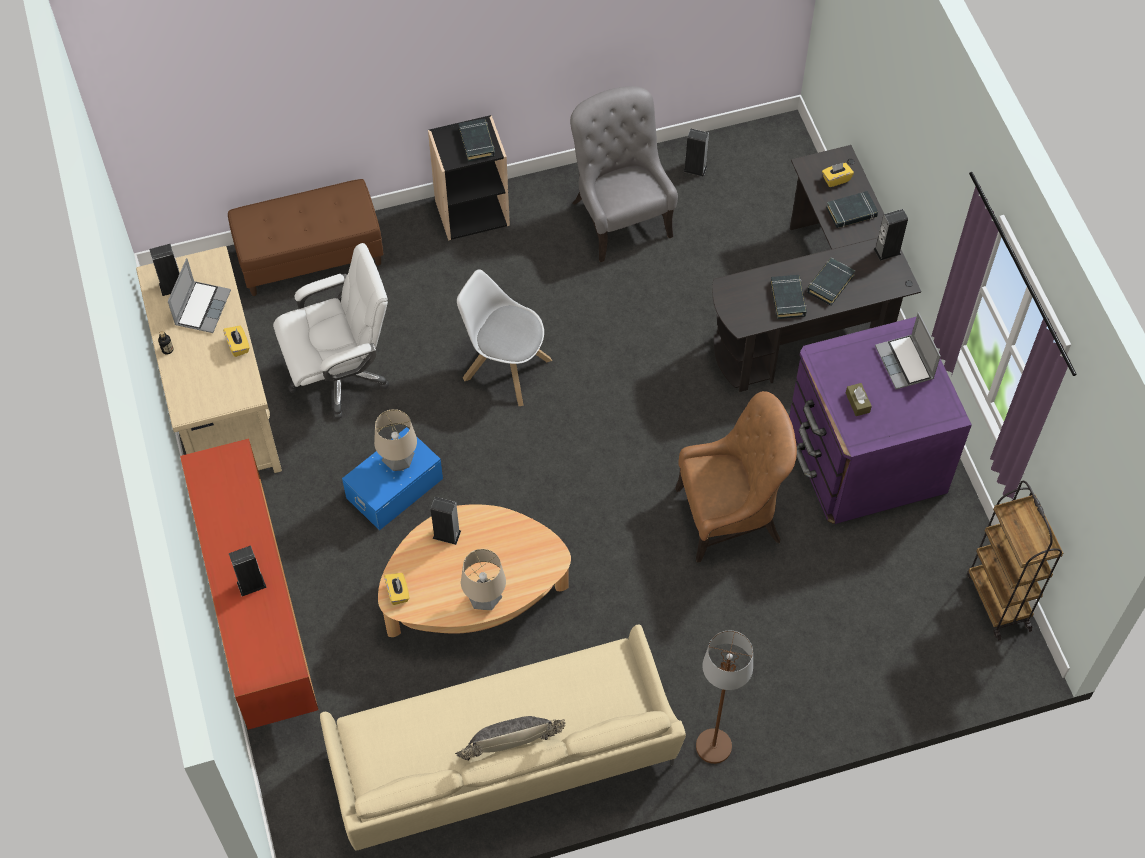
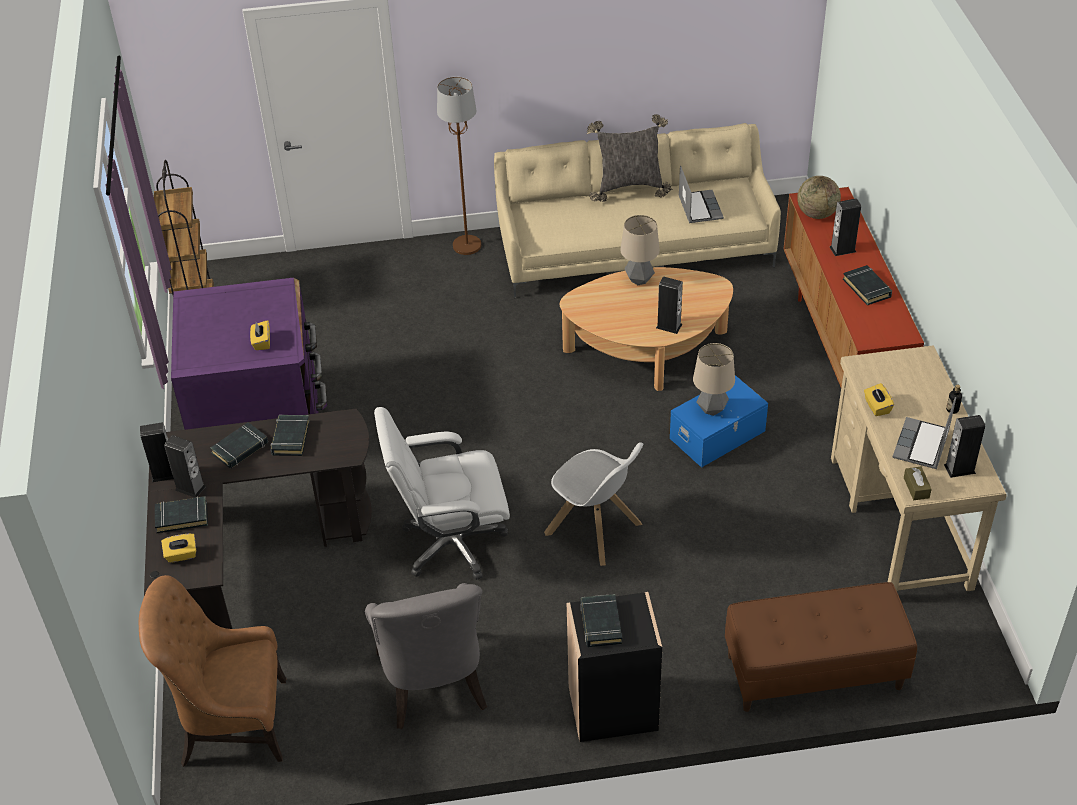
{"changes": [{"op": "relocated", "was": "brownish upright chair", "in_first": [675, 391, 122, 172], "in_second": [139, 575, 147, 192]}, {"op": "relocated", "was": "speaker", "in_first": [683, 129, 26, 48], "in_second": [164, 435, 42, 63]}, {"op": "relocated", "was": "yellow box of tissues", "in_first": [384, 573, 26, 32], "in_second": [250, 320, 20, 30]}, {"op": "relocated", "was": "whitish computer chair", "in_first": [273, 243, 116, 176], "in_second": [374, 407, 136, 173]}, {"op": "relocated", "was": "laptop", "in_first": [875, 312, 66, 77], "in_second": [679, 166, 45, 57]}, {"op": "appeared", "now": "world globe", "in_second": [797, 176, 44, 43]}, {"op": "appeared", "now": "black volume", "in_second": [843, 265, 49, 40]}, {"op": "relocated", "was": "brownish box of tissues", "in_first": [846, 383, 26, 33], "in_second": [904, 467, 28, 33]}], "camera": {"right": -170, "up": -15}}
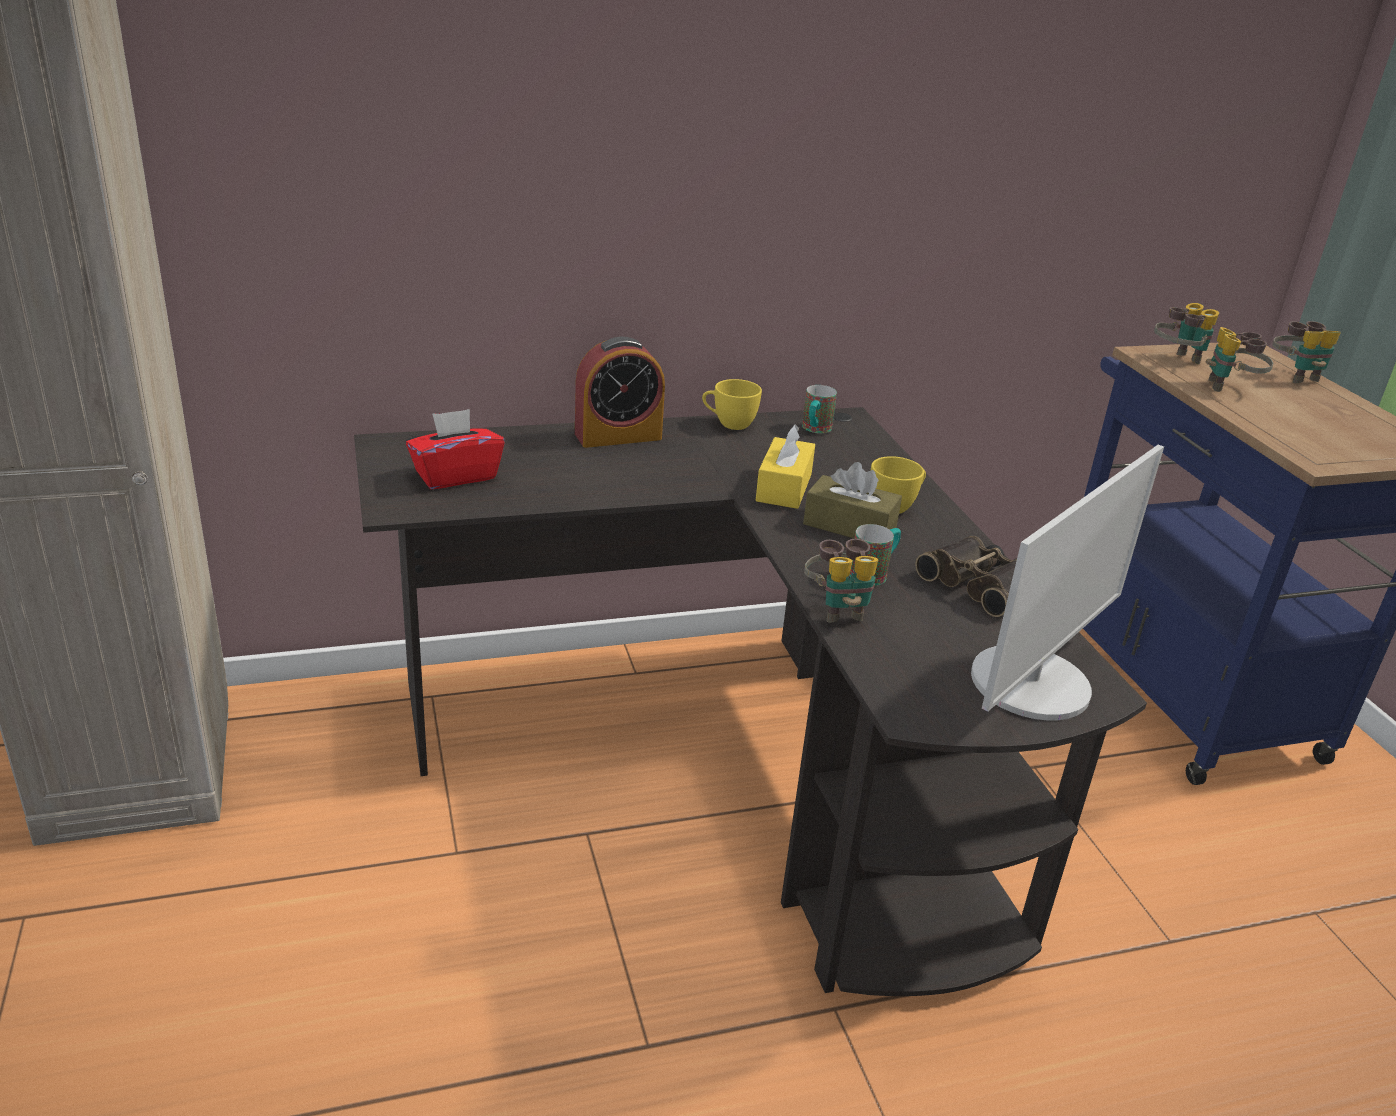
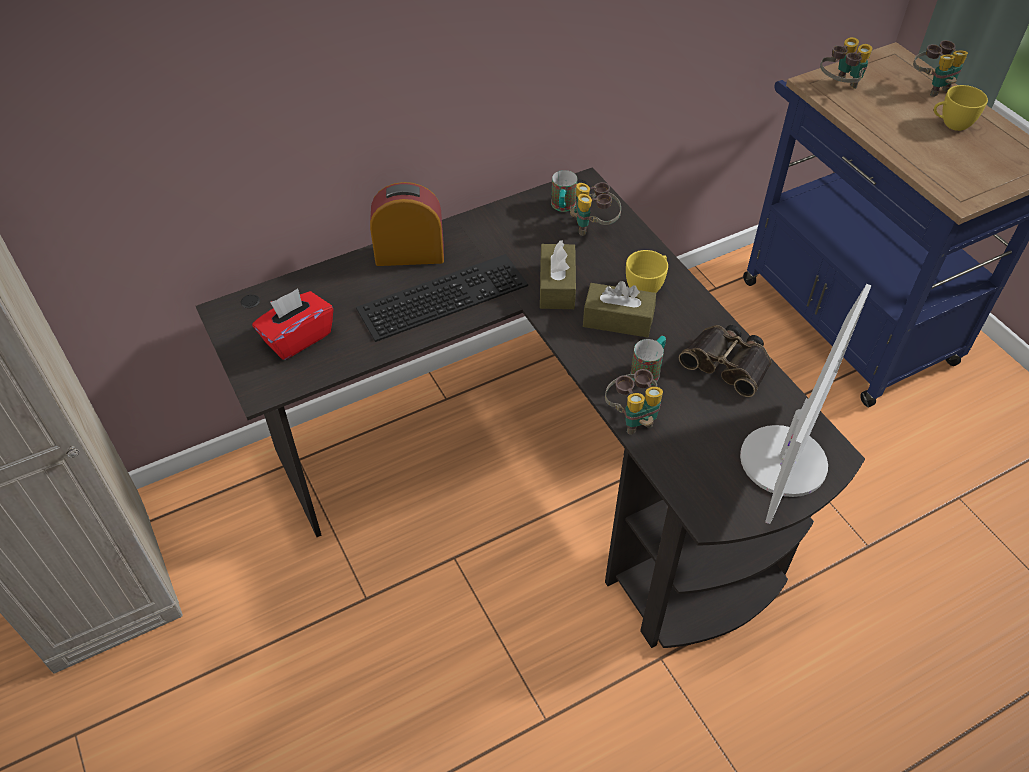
{"changes": [{"op": "appeared", "now": "computer keyboard", "in_second": [356, 254, 172, 88]}, {"op": "spun", "was": "table clock", "in_first": [575, 337, 90, 111], "in_second": [370, 182, 74, 84], "clockwise": -150}, {"op": "colour", "was": "yellow box of tissues", "now": "brownish box of tissues", "in_first": [756, 425, 59, 84], "in_second": [540, 240, 36, 69]}, {"op": "relocated", "was": "pair of binoculars", "in_first": [1206, 327, 67, 65], "in_second": [570, 182, 51, 54]}, {"op": "relocated", "was": "yellow cup", "in_first": [702, 379, 60, 51], "in_second": [934, 85, 54, 46]}], "camera": {"right": -10, "up": 20}}
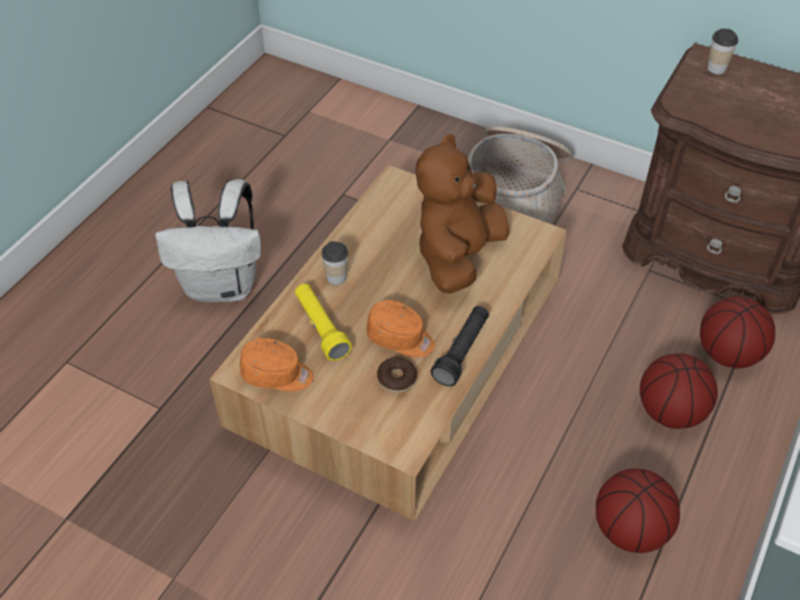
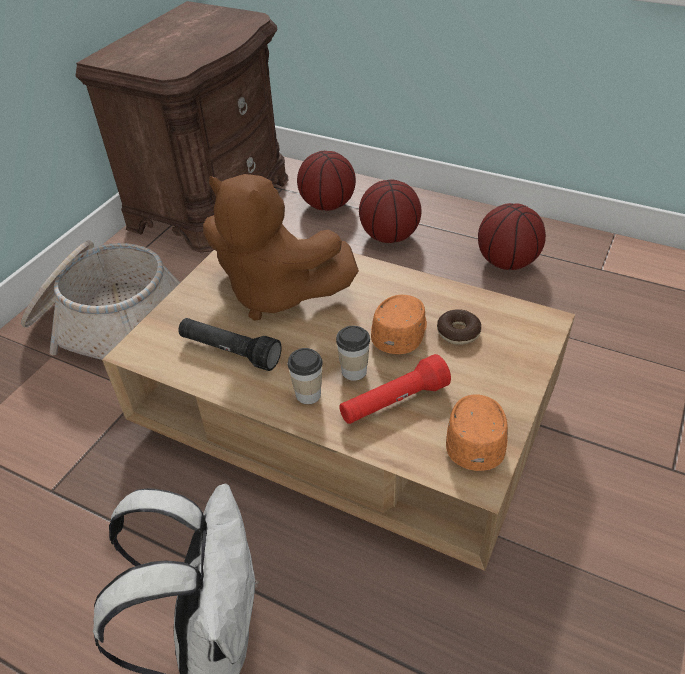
{"changes": [{"op": "relocated", "was": "black torch", "in_first": [431, 306, 58, 80], "in_second": [178, 318, 104, 53]}, {"op": "relocated", "was": "cup", "in_first": [707, 29, 31, 45], "in_second": [336, 326, 34, 55]}, {"op": "colour", "was": "yellow torch", "now": "red-coloured torch", "in_first": [295, 284, 57, 77], "in_second": [339, 354, 112, 70]}], "camera": {"right": -90, "up": -5}}
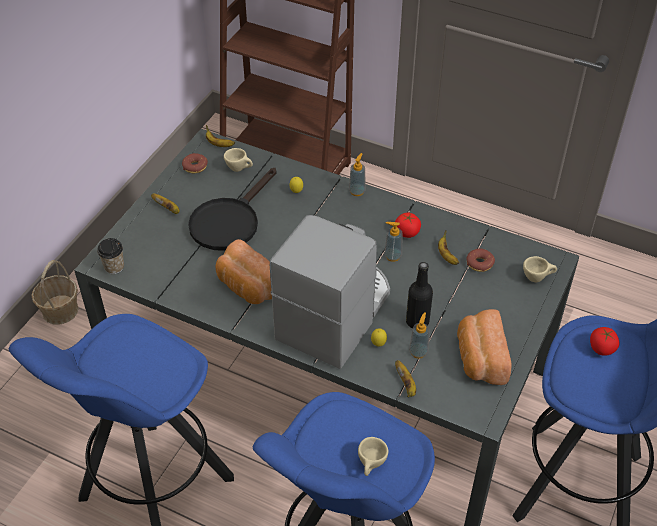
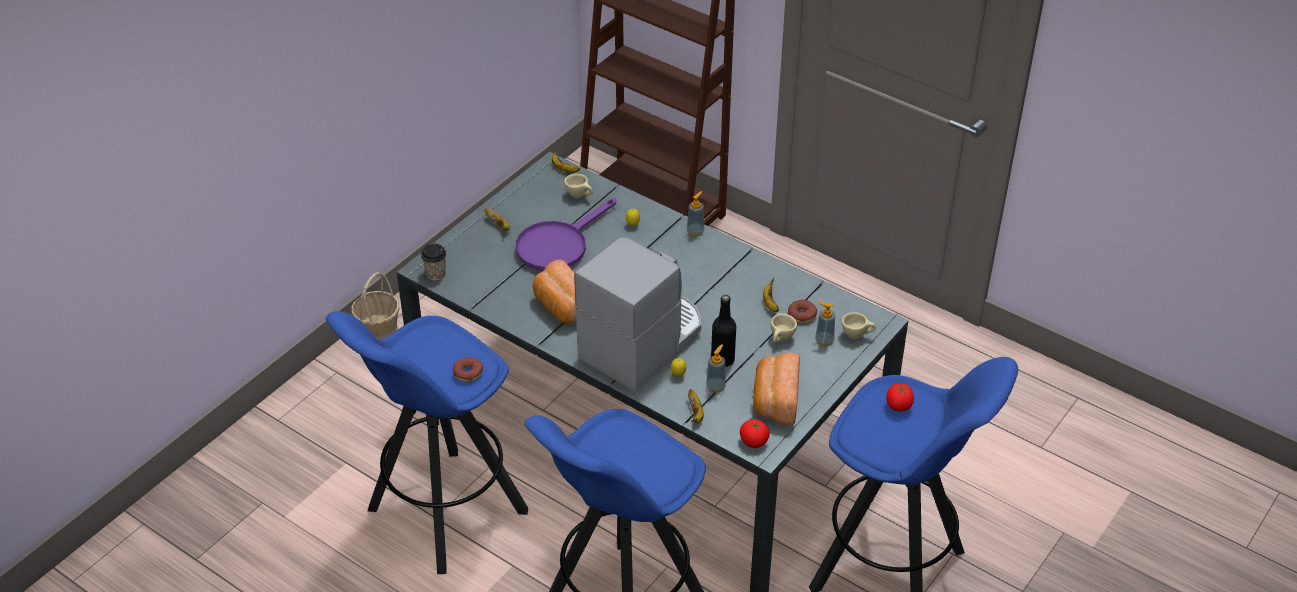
{"changes": [{"op": "relocated", "was": "donut", "in_first": [182, 153, 26, 21], "in_second": [453, 357, 30, 24]}, {"op": "colour", "was": "black skillet", "now": "purplish skillet", "in_first": [188, 168, 89, 83], "in_second": [516, 198, 100, 73]}, {"op": "relocated", "was": "tomato", "in_first": [395, 212, 26, 26], "in_second": [740, 419, 30, 29]}, {"op": "relocated", "was": "sand-coloured cup", "in_first": [358, 437, 30, 39], "in_second": [771, 314, 26, 29]}, {"op": "relocated", "was": "liquid soap bottle", "in_first": [384, 222, 18, 40], "in_second": [815, 302, 20, 44]}], "camera": {"right": 10, "up": -5}}
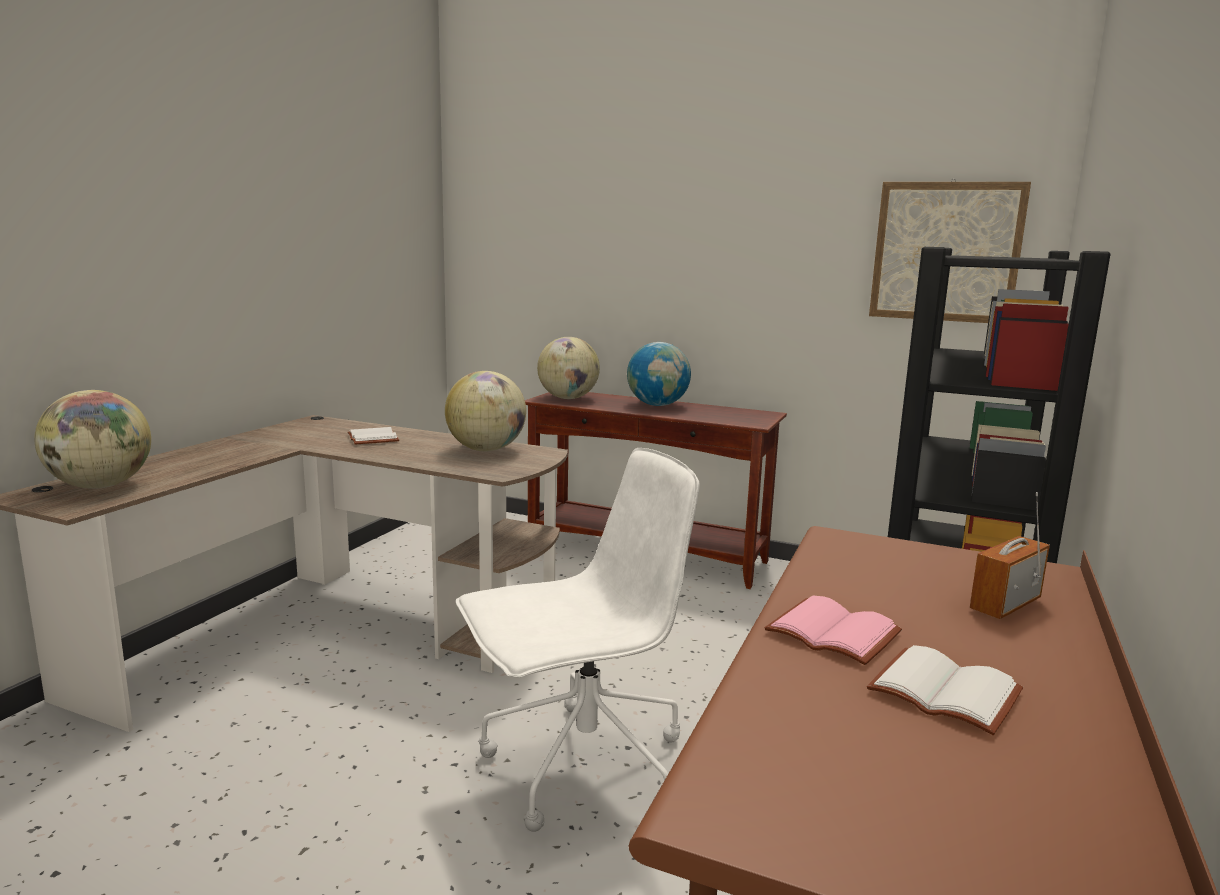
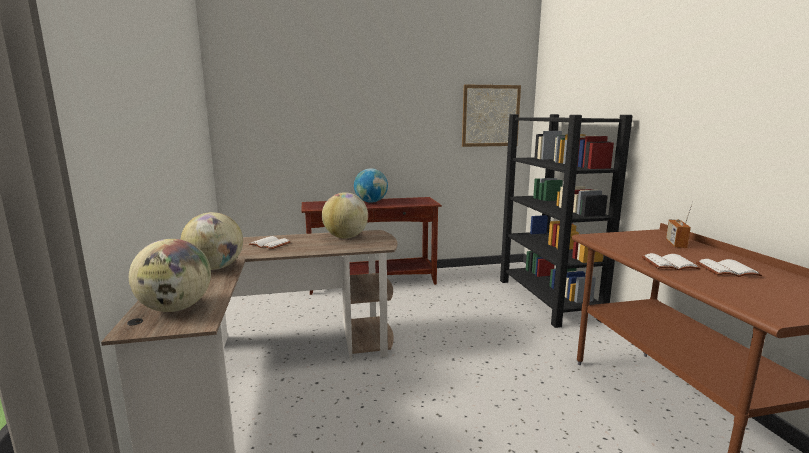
{"changes": [{"op": "relocated", "was": "world globe", "in_first": [537, 337, 63, 62], "in_second": [180, 212, 63, 58]}, {"op": "colour", "was": "pink volume", "now": "whitish volume", "in_first": [764, 595, 138, 70], "in_second": [641, 253, 60, 17]}, {"op": "missing", "was": "whitish computer chair", "in_first": [456, 448, 244, 384]}], "camera": {"right": -35, "up": 0}}
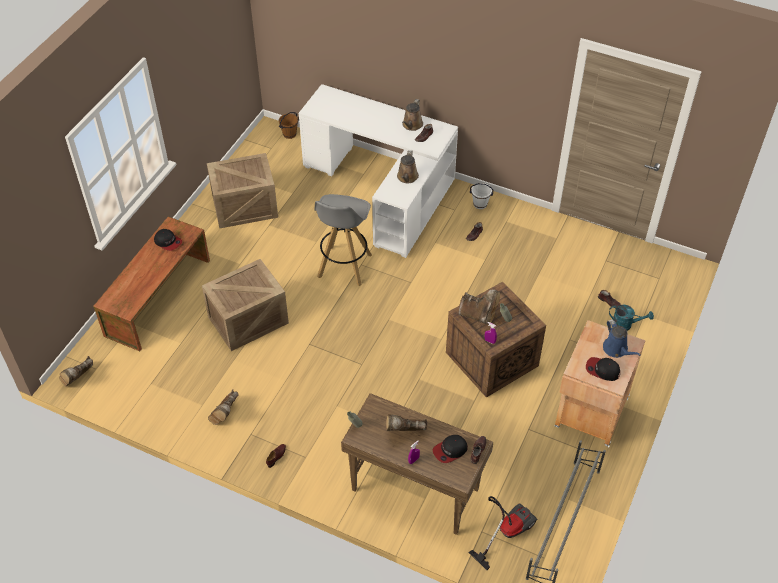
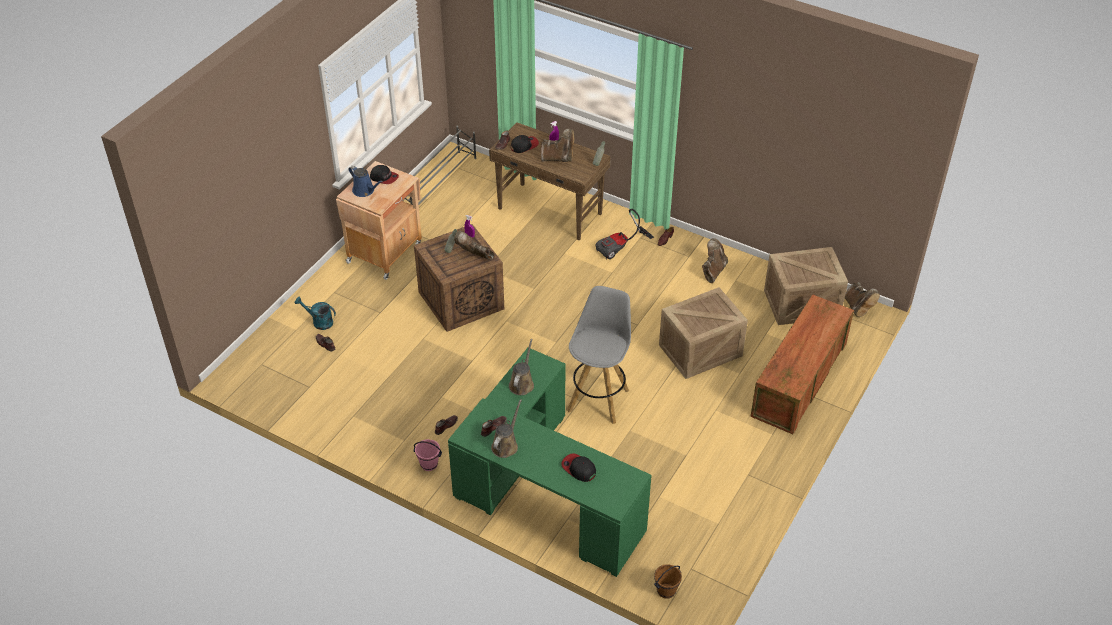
{"changes": [{"op": "spun", "was": "bluish watering pot", "in_first": [603, 319, 38, 39], "in_second": [348, 166, 35, 31], "clockwise": 150}, {"op": "colour", "was": "whitish bucket", "now": "pink bucket", "in_first": [470, 183, 23, 26], "in_second": [413, 439, 29, 32]}, {"op": "colour", "was": "whitish desk", "now": "greenish desk", "in_first": [299, 84, 159, 174], "in_second": [448, 348, 204, 229]}, {"op": "relocated", "was": "peaked cap", "in_first": [154, 229, 28, 22], "in_second": [561, 453, 35, 29]}, {"op": "relocated", "was": "vacuum cleaner", "in_first": [468, 496, 70, 74], "in_second": [595, 209, 59, 50]}, {"op": "relocated", "was": "crate", "in_first": [207, 153, 71, 75], "in_second": [764, 247, 84, 78]}, {"op": "spun", "was": "brownish high-top boot", "in_first": [59, 356, 34, 30], "in_second": [845, 282, 35, 35], "clockwise": 120}], "camera": {"right": -175, "up": -5}}
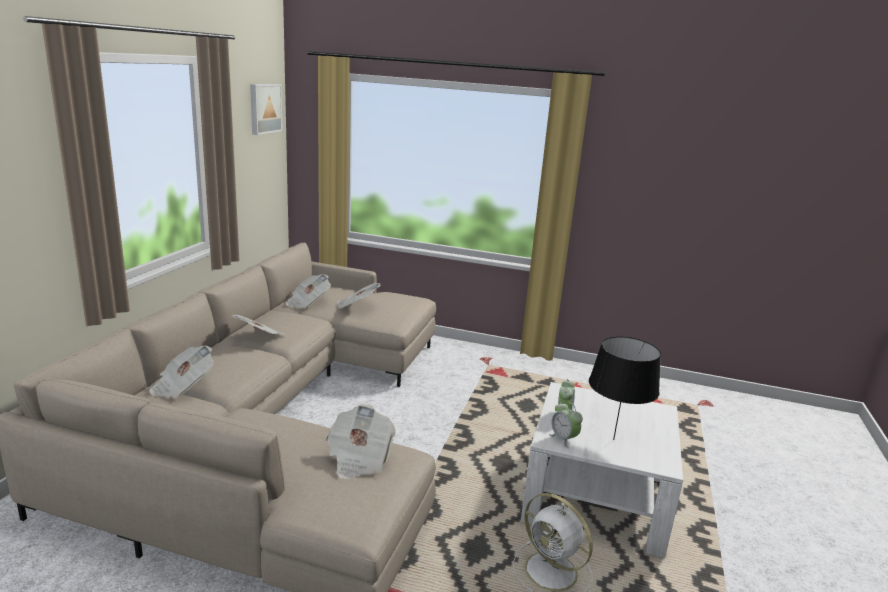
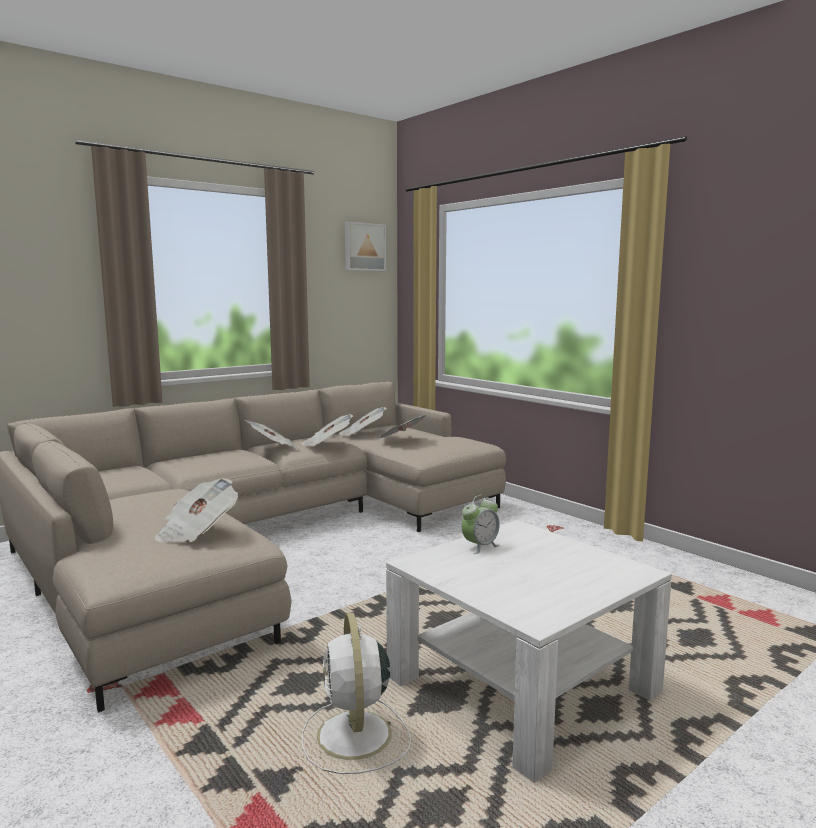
{"changes": [{"op": "relocated", "was": "daily paper", "in_first": [149, 346, 65, 53], "in_second": [301, 414, 52, 33]}, {"op": "missing", "was": "table clock", "in_first": [549, 402, 34, 46]}, {"op": "missing", "was": "black lamp for a table", "in_first": [589, 336, 72, 104]}], "camera": {"right": 35, "up": -10}}
